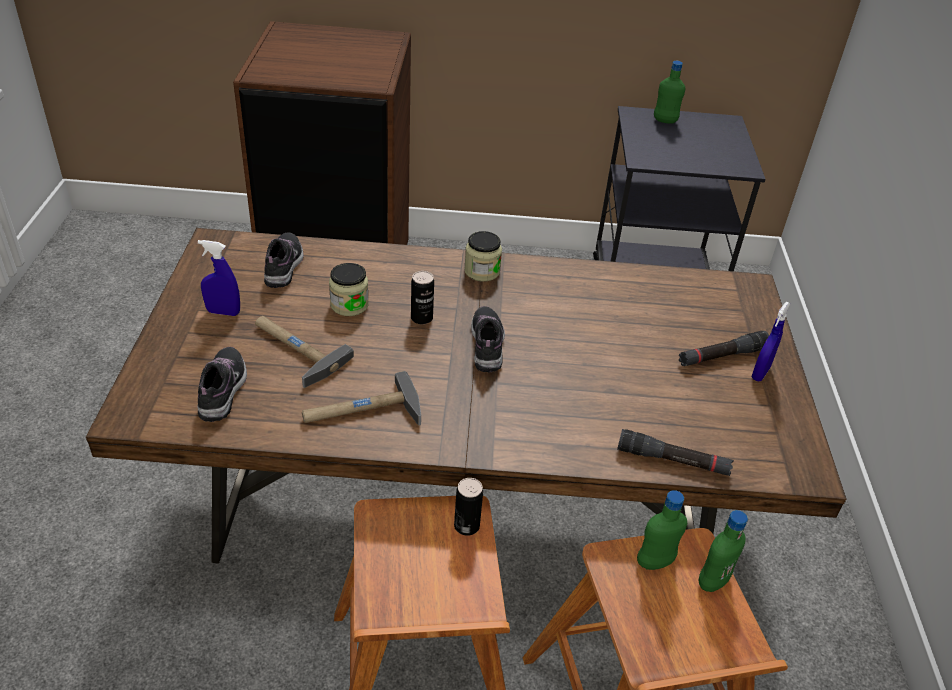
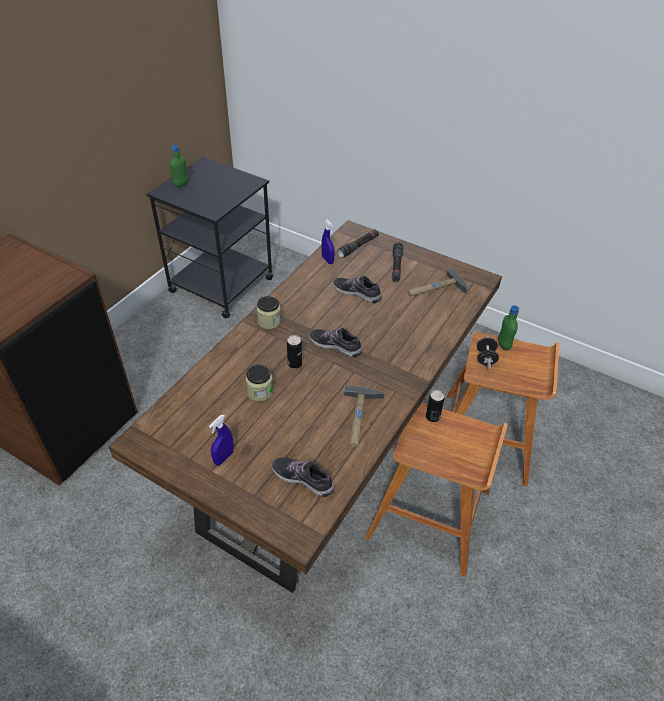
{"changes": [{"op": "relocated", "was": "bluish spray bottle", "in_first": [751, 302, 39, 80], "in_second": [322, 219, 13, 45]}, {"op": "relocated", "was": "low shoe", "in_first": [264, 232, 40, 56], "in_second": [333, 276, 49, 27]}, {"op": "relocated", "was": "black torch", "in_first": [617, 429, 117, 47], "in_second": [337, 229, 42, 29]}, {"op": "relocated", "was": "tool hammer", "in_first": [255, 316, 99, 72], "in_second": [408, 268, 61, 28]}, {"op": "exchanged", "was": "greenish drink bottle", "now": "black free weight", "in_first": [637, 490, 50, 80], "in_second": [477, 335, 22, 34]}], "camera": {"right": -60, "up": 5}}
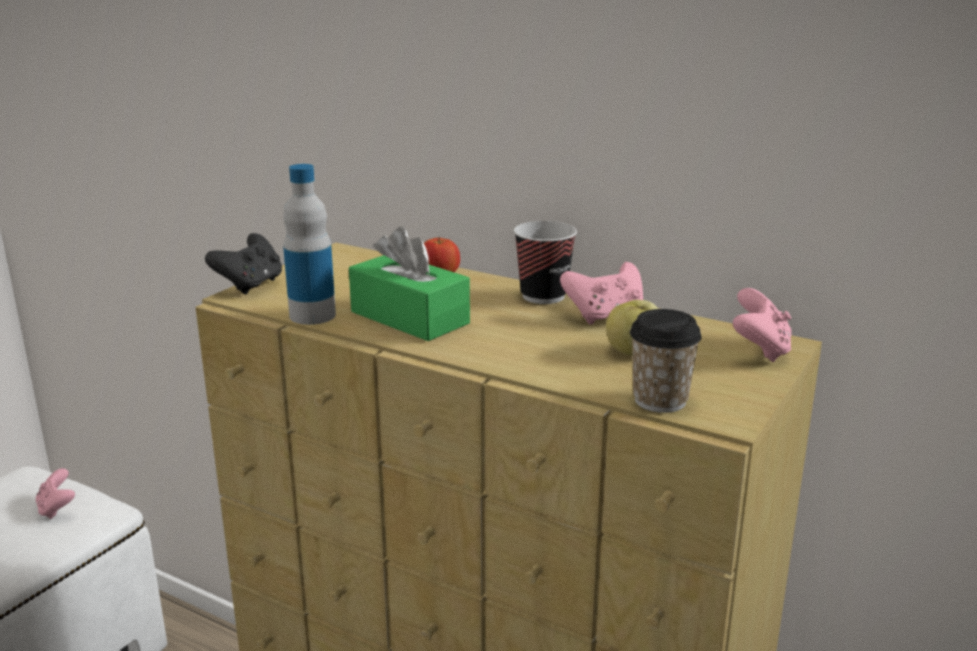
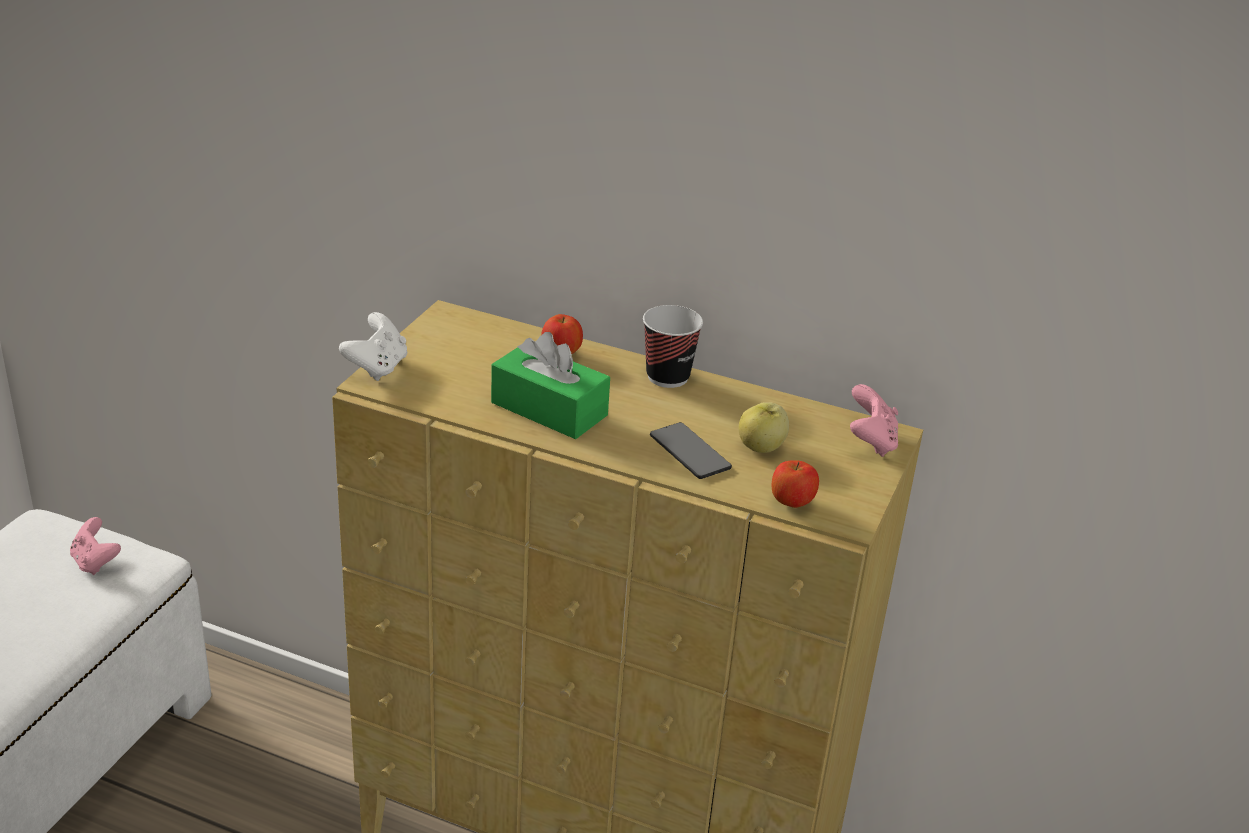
{"changes": [{"op": "colour", "was": "black gamepad", "now": "whitish gamepad", "in_first": [205, 233, 77, 61], "in_second": [339, 312, 68, 69]}, {"op": "appeared", "now": "telephone", "in_second": [650, 422, 82, 57]}, {"op": "exchanged", "was": "cup", "now": "apple fruit", "in_first": [630, 309, 72, 104], "in_second": [771, 460, 48, 48]}, {"op": "missing", "was": "drink bottle", "in_first": [283, 164, 53, 161]}, {"op": "missing", "was": "pink gamepad", "in_first": [560, 262, 83, 63]}], "camera": {"right": -10, "up": 10}}
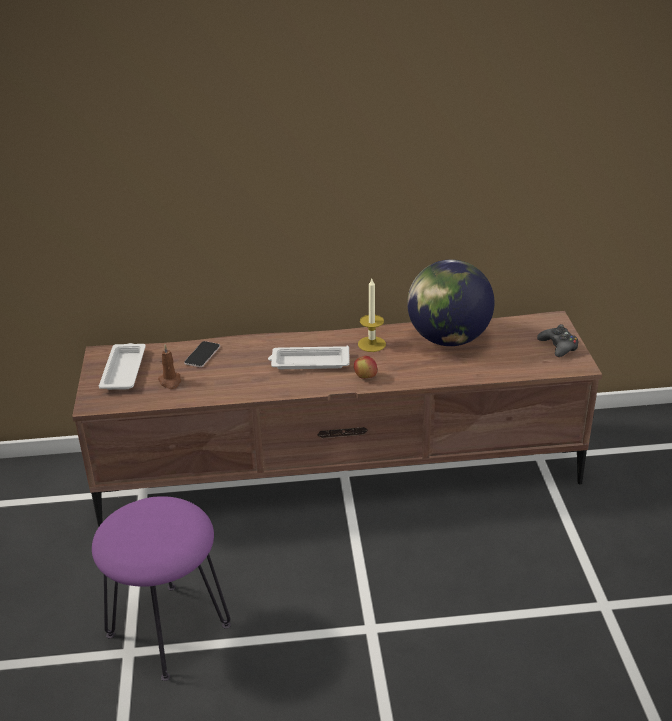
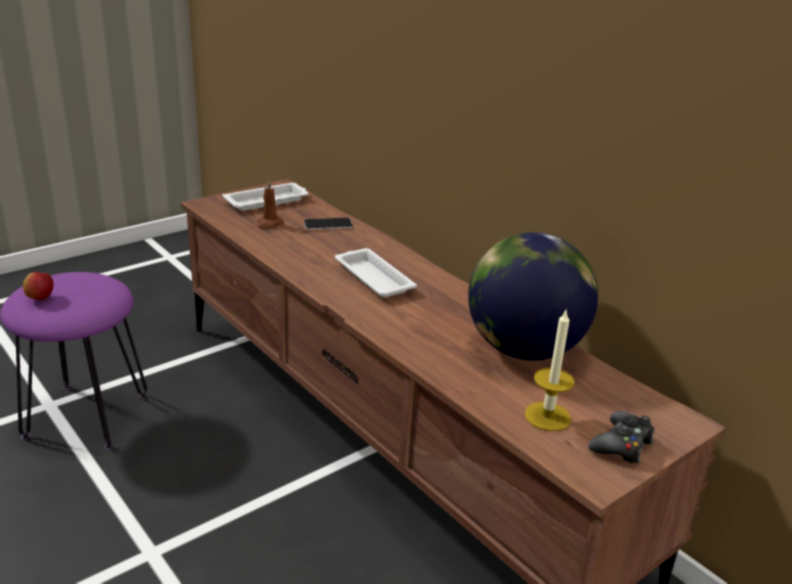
{"changes": [{"op": "relocated", "was": "apple fruit", "in_first": [354, 356, 23, 23], "in_second": [23, 272, 31, 28]}, {"op": "relocated", "was": "wax light", "in_first": [358, 279, 28, 73], "in_second": [524, 308, 51, 123]}], "camera": {"right": 55, "up": -5}}
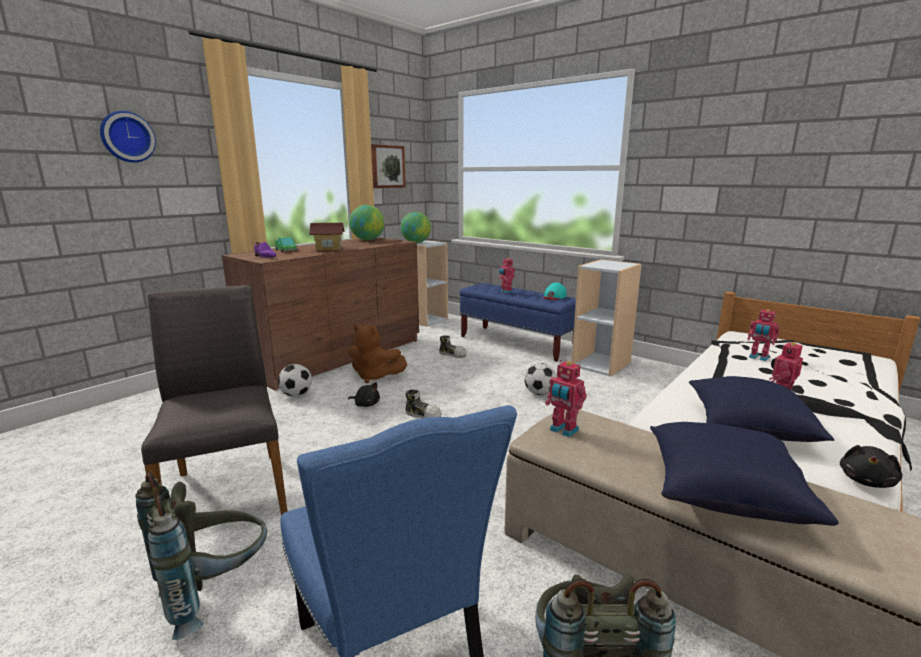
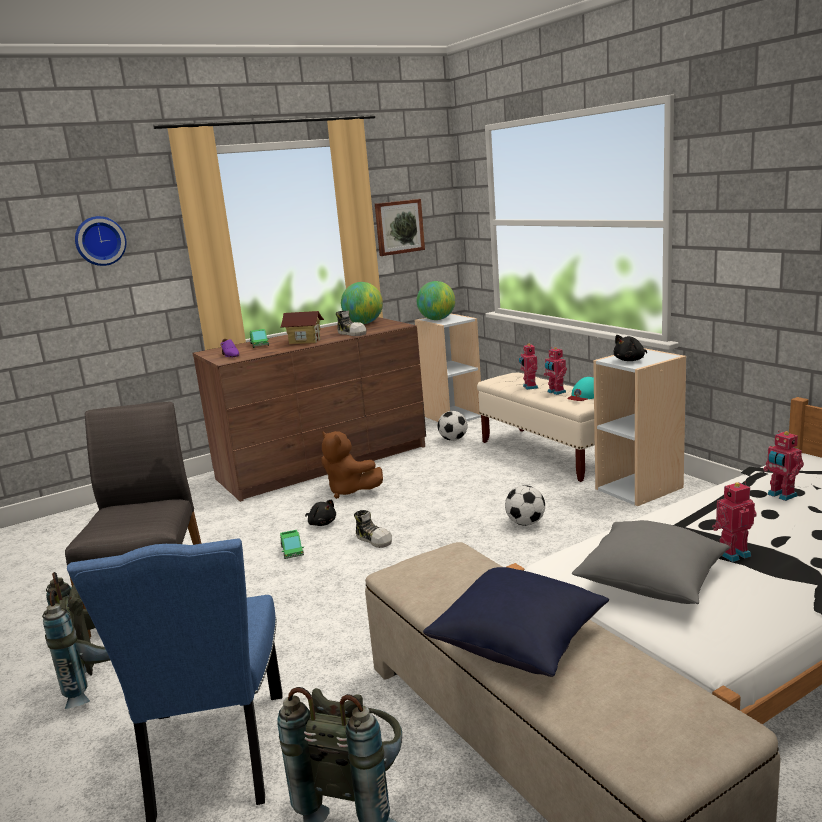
{"changes": [{"op": "appeared", "now": "toy lorry", "in_second": [280, 530, 24, 29]}, {"op": "relocated", "was": "low shoe", "in_first": [439, 336, 28, 22], "in_second": [336, 310, 31, 26]}, {"op": "relocated", "was": "ball for football", "in_first": [278, 364, 34, 33], "in_second": [438, 411, 30, 30]}, {"op": "colour", "was": "bluish indoor bench", "now": "sand-coloured indoor bench", "in_first": [460, 283, 116, 79], "in_second": [477, 372, 118, 110]}, {"op": "relocated", "was": "model robot", "in_first": [545, 360, 42, 77], "in_second": [544, 347, 23, 48]}, {"op": "colour", "was": "bluish cushion", "now": "grey cushion", "in_first": [689, 376, 145, 66], "in_second": [572, 520, 158, 84]}, {"op": "relocated", "was": "black cuddly toy", "in_first": [840, 445, 62, 43], "in_second": [614, 335, 33, 26]}], "camera": {"right": 20, "up": 0}}
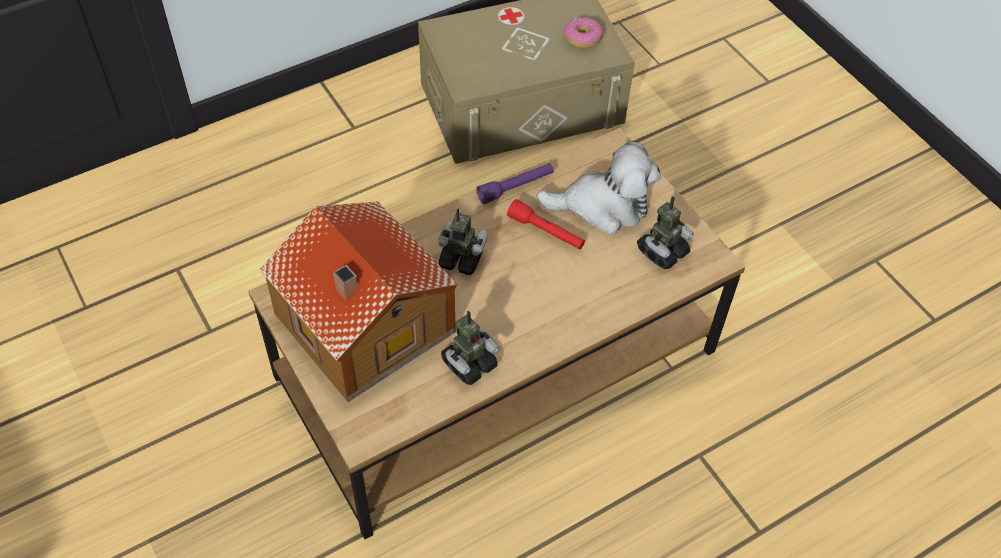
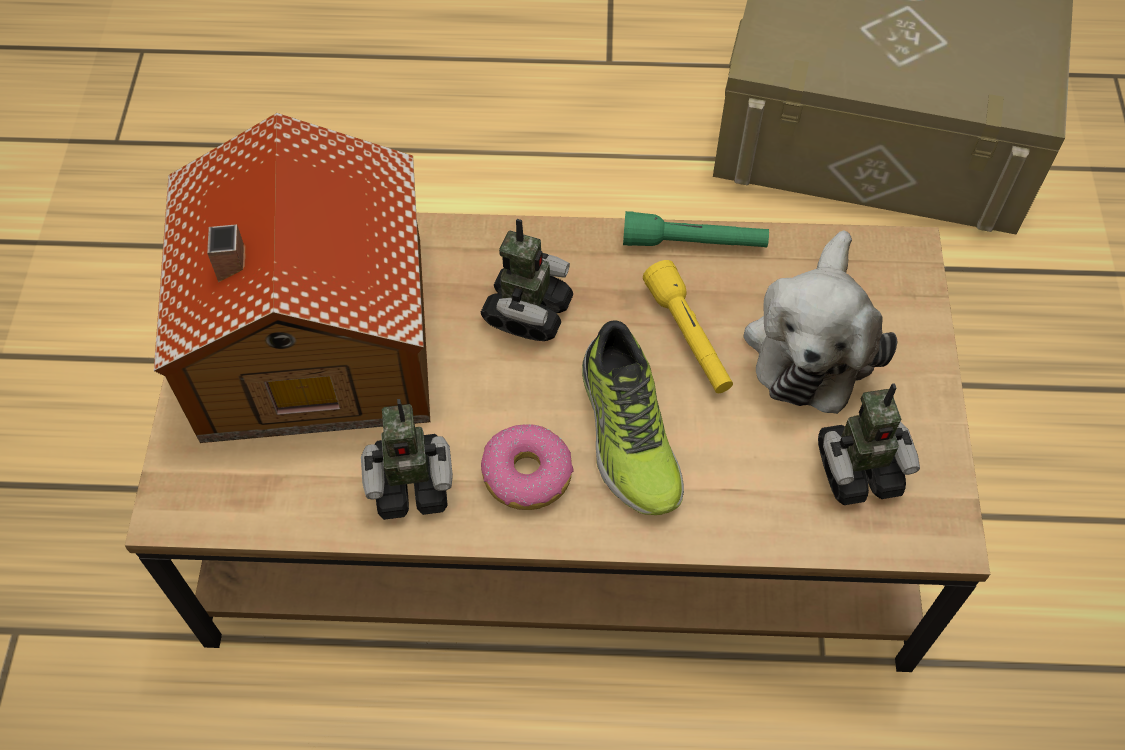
{"changes": [{"op": "spun", "was": "model robot", "in_first": [438, 208, 50, 67], "in_second": [481, 219, 92, 122], "clockwise": 60}, {"op": "relocated", "was": "donut", "in_first": [564, 17, 39, 31], "in_second": [481, 424, 93, 86]}, {"op": "appeared", "now": "low shoe", "in_second": [582, 320, 102, 195]}, {"op": "colour", "was": "purplish torch", "now": "greenish torch", "in_first": [476, 163, 78, 41], "in_second": [623, 211, 146, 36]}, {"op": "colour", "was": "red-coloured torch", "now": "yellow torch", "in_first": [507, 199, 78, 50], "in_second": [643, 260, 90, 133]}, {"op": "spun", "was": "cuddly toy", "in_first": [537, 141, 124, 94], "in_second": [743, 230, 154, 184], "clockwise": 75}], "camera": {"right": 35, "up": 5}}
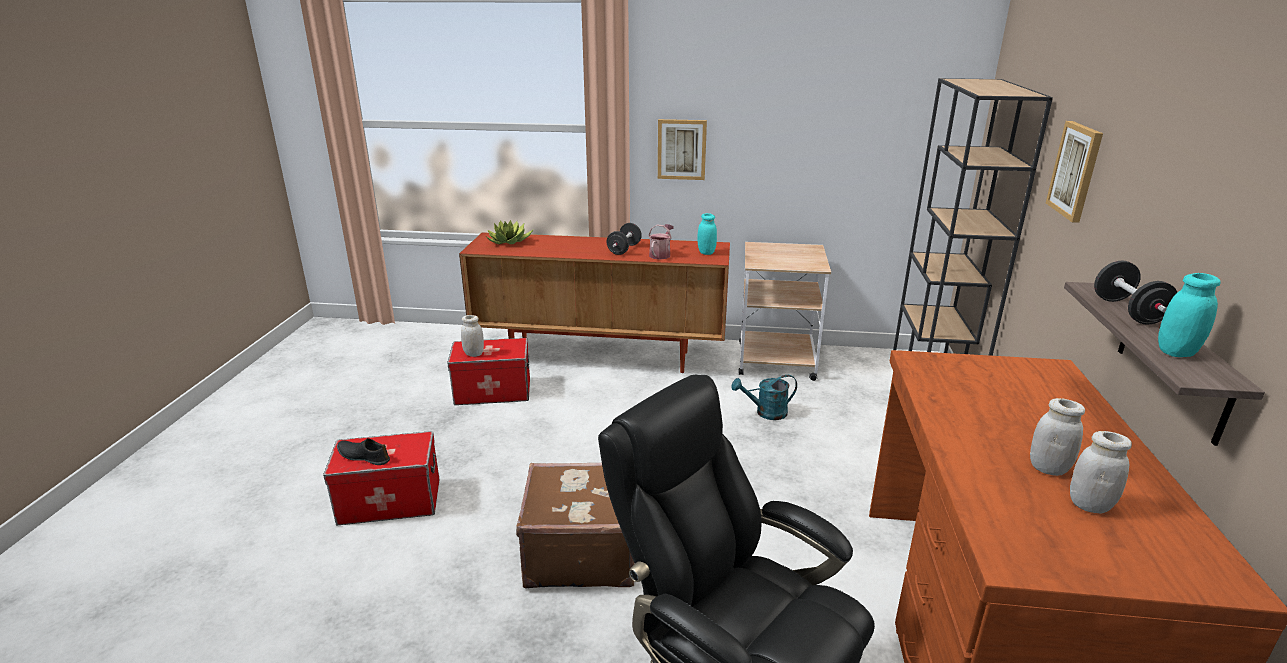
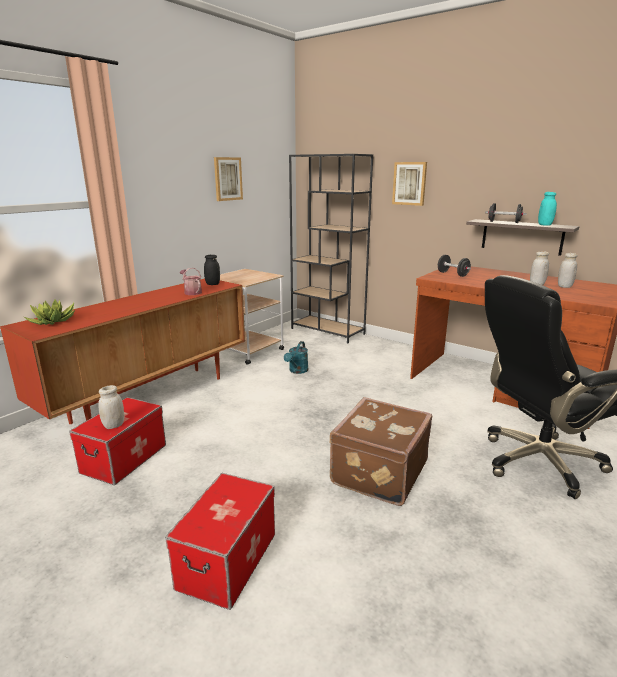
{"changes": [{"op": "colour", "was": "turquoise jar", "now": "black jar", "in_first": [698, 213, 19, 42], "in_second": [204, 255, 16, 30]}, {"op": "relocated", "was": "picture", "in_first": [658, 119, 49, 61], "in_second": [214, 157, 29, 44]}, {"op": "relocated", "was": "black free weight", "in_first": [607, 223, 35, 32], "in_second": [438, 255, 33, 22]}, {"op": "missing", "was": "black low shoe", "in_first": [337, 438, 53, 27]}], "camera": {"right": -60, "up": -5}}
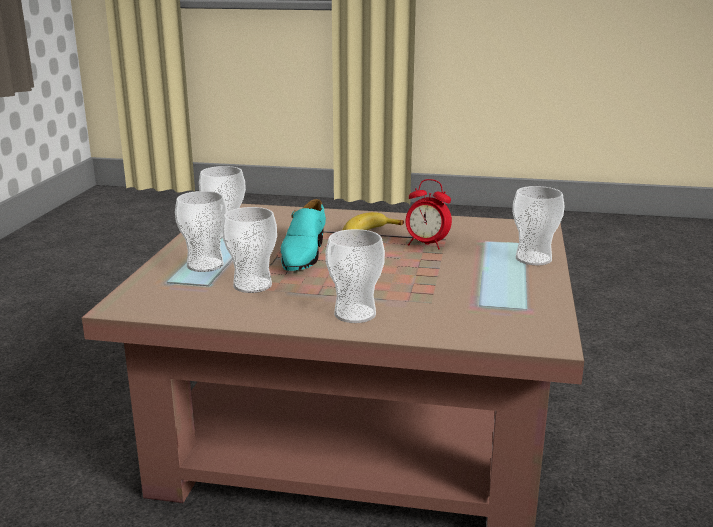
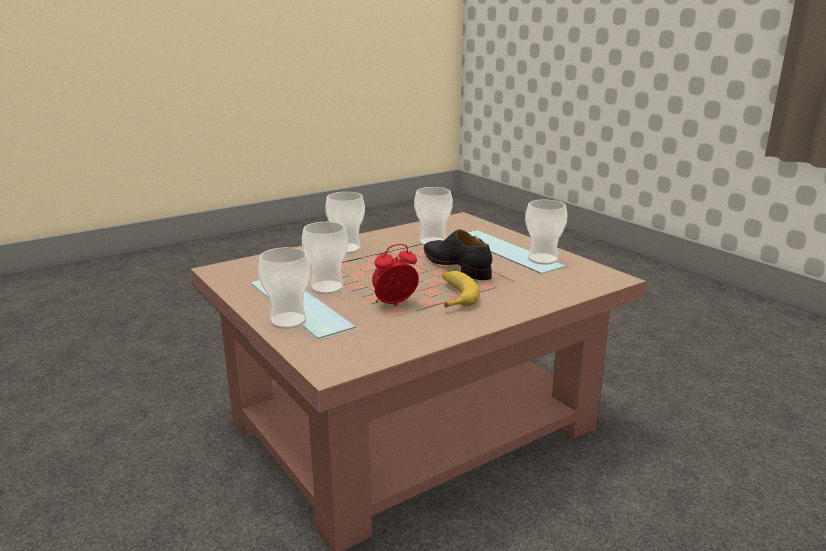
{"changes": [{"op": "relocated", "was": "cup", "in_first": [175, 191, 52, 81], "in_second": [302, 222, 46, 72]}, {"op": "colour", "was": "turquoise low shoe", "now": "black low shoe", "in_first": [281, 199, 45, 72], "in_second": [424, 229, 68, 51]}], "camera": {"right": 135, "up": 0}}
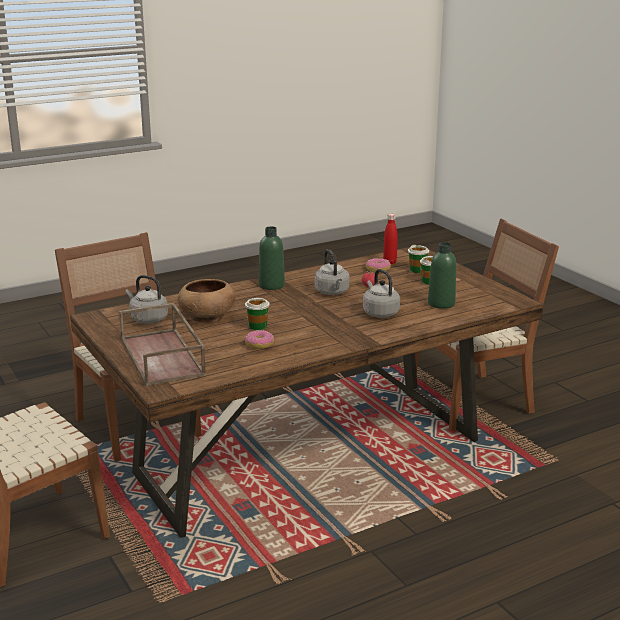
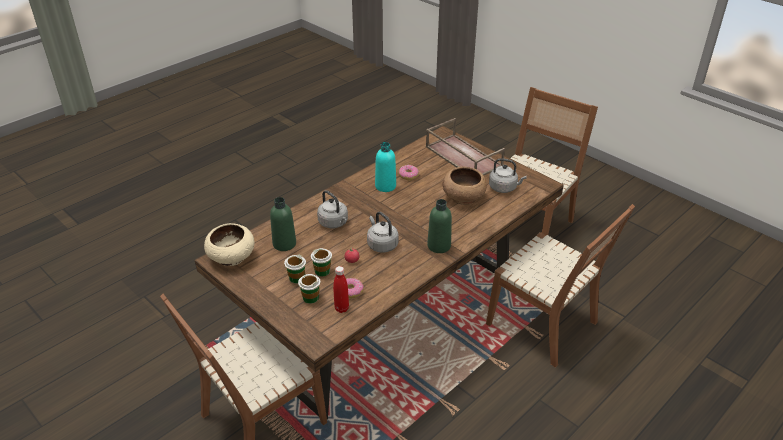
{"changes": [{"op": "appeared", "now": "sand-coloured bowl", "in_second": [204, 223, 50, 43]}, {"op": "relocated", "was": "cup", "in_first": [245, 298, 25, 32], "in_second": [311, 248, 21, 28]}, {"op": "appeared", "now": "turquoise drink bottle", "in_second": [375, 142, 21, 50]}], "camera": {"right": 165, "up": 15}}
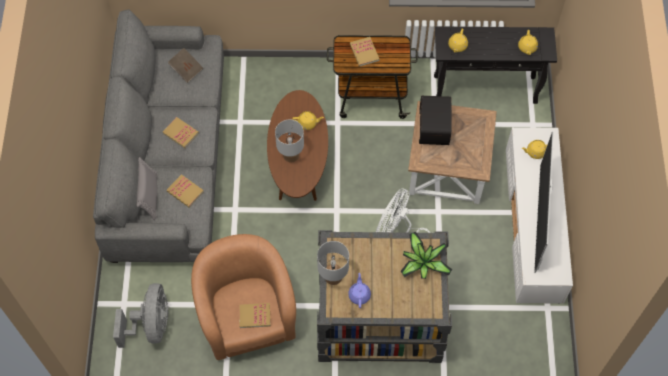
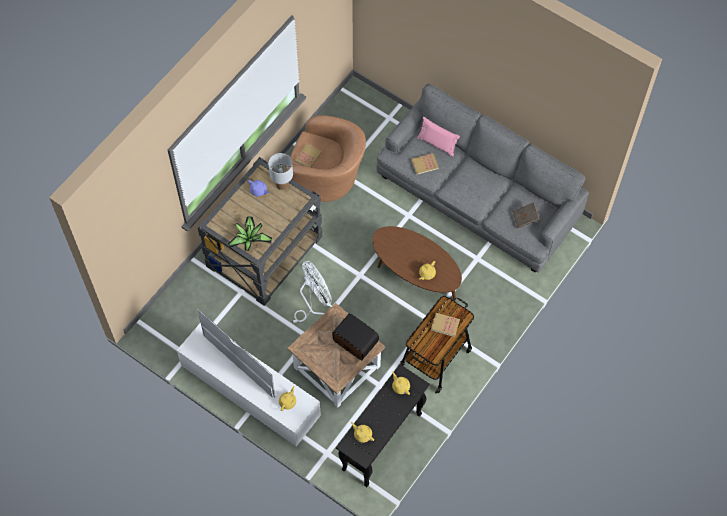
{"changes": [{"op": "colour", "was": "grey cushion", "now": "pink cushion", "in_first": [137, 157, 20, 63], "in_second": [417, 117, 43, 39]}, {"op": "missing", "was": "grey electric fan", "in_first": [113, 283, 55, 65]}, {"op": "missing", "was": "volume", "in_first": [163, 117, 36, 31]}, {"op": "missing", "was": "grey lamp for a table", "in_first": [275, 120, 29, 43]}], "camera": {"right": 125, "up": 0}}
